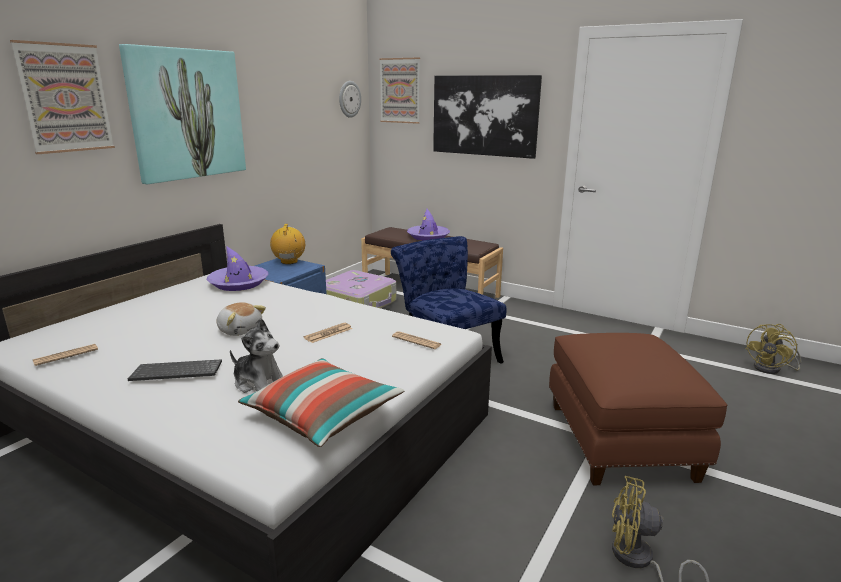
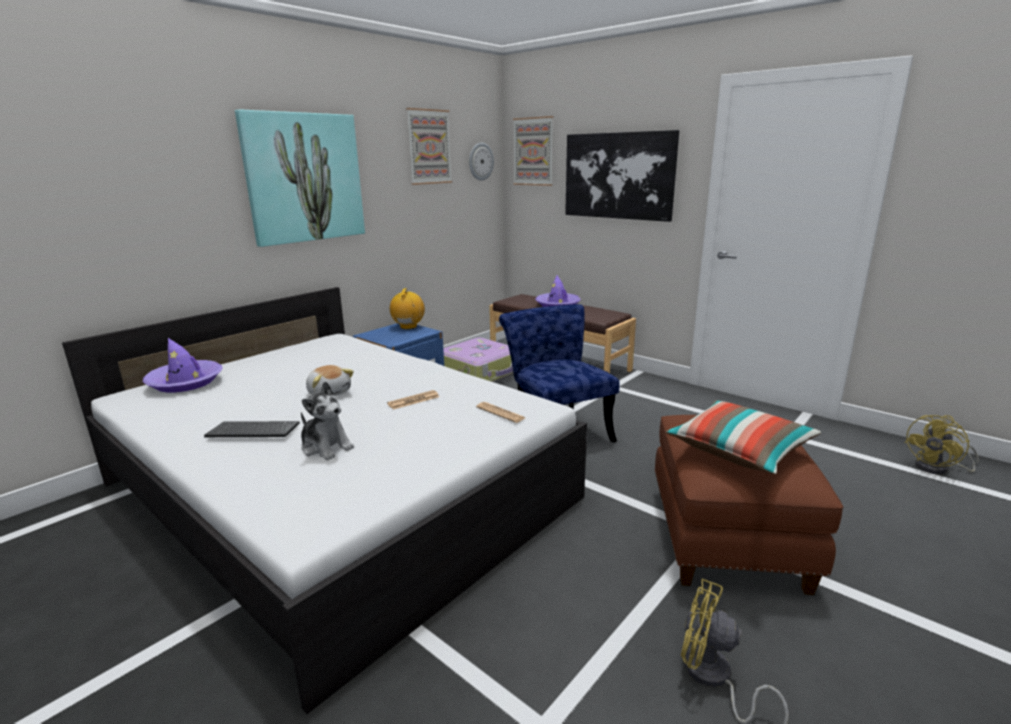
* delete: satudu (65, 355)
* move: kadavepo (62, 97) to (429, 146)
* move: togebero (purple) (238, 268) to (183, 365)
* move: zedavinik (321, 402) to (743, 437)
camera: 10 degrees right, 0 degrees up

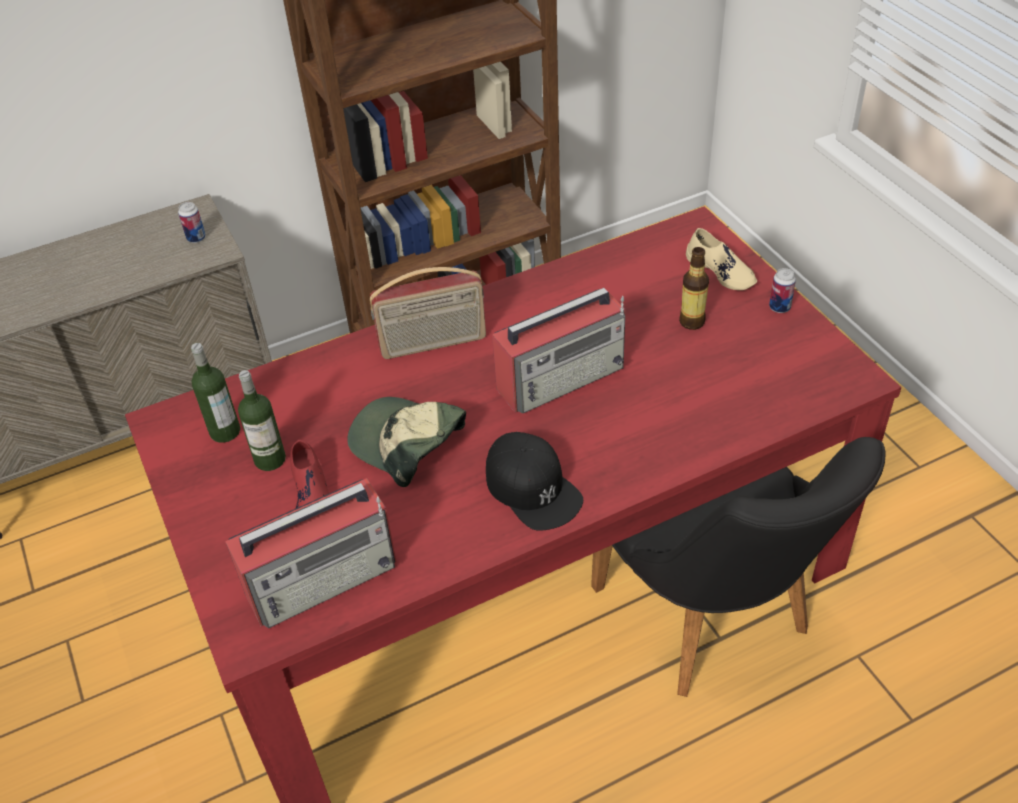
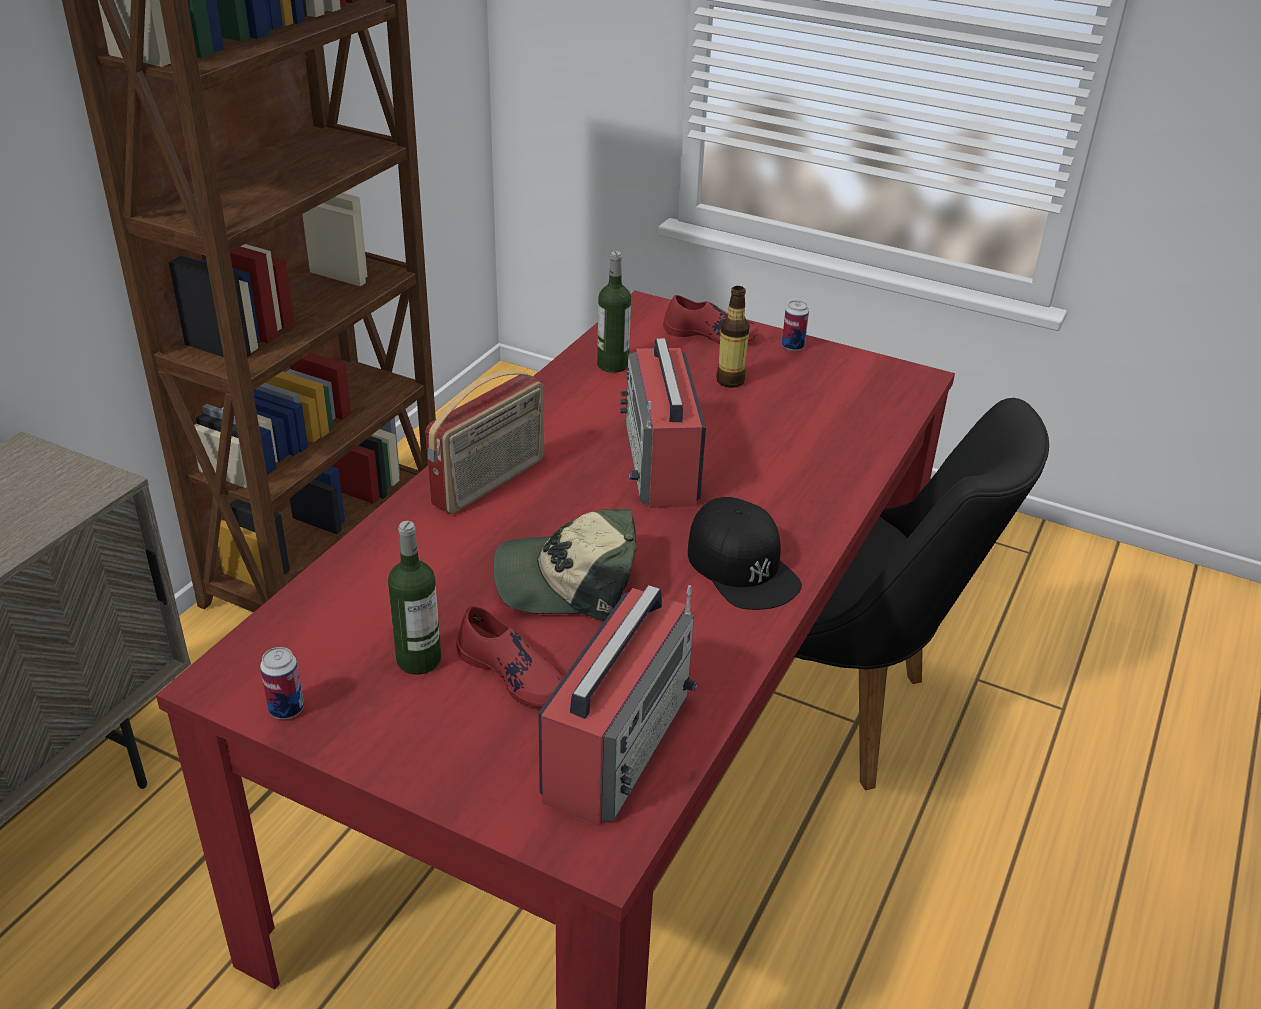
* move: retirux (192, 222) to (282, 683)
* move: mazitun (215, 393) to (614, 312)
* recolor: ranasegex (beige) (721, 259) to ranasegex (red) (711, 319)
* rotate: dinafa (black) (534, 481) = (745, 553) 45 degrees clockwise
* rotate: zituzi (558, 350) = (663, 423) 150 degrees clockwise
camera: 40 degrees left, 10 degrees down

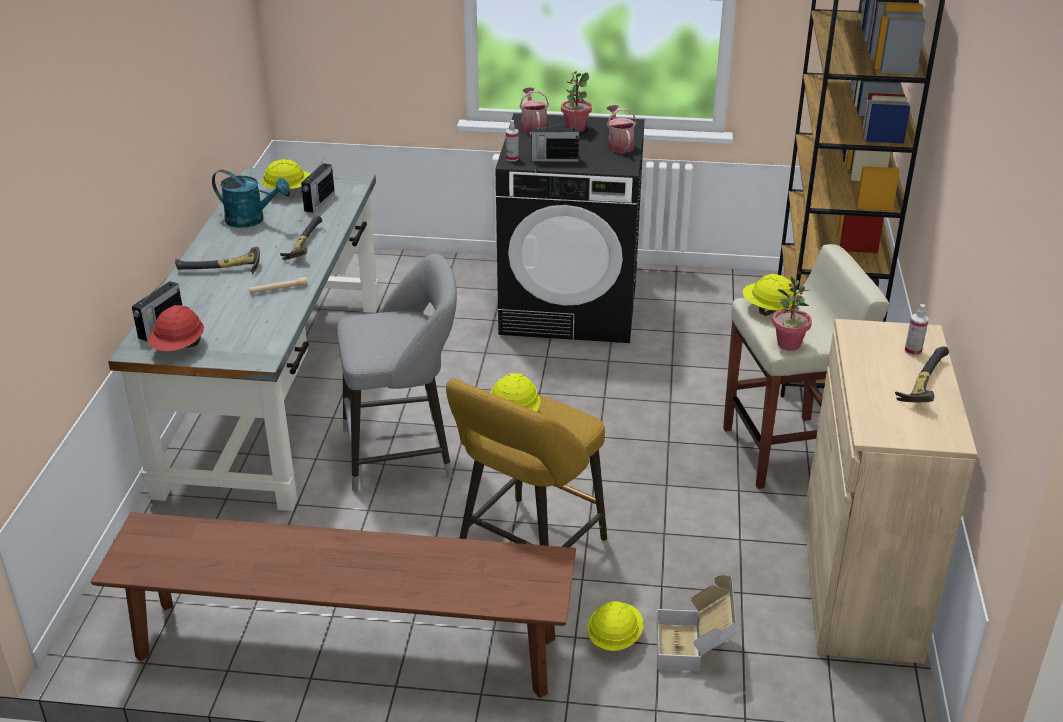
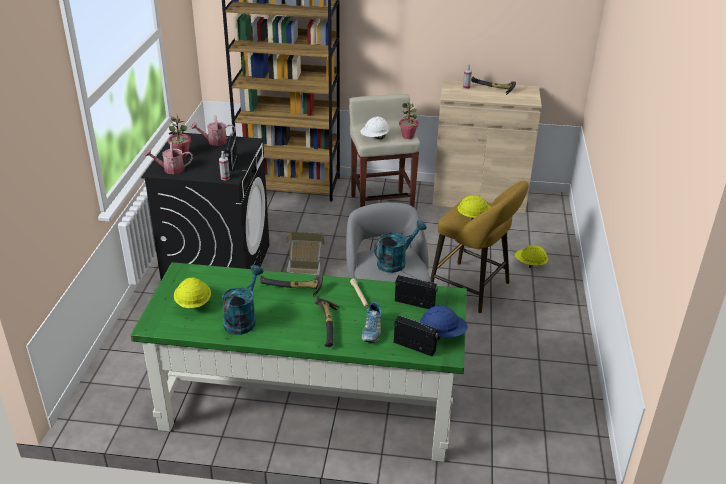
* delete: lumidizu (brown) (333, 605)
* insert: ranasegex (371, 322)
* insert: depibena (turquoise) (400, 246)
* move: zituzi (318, 186) to (416, 291)
* move: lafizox (696, 623) to (305, 253)
* recolor: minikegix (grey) (243, 339) to minikegix (green) (299, 362)
* recolor: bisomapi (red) (176, 328) to bisomapi (blue) (444, 323)
* recolor: bisomapi (yellow) (770, 295) to bisomapi (white) (375, 128)
camera: 90 degrees left, 0 degrees up

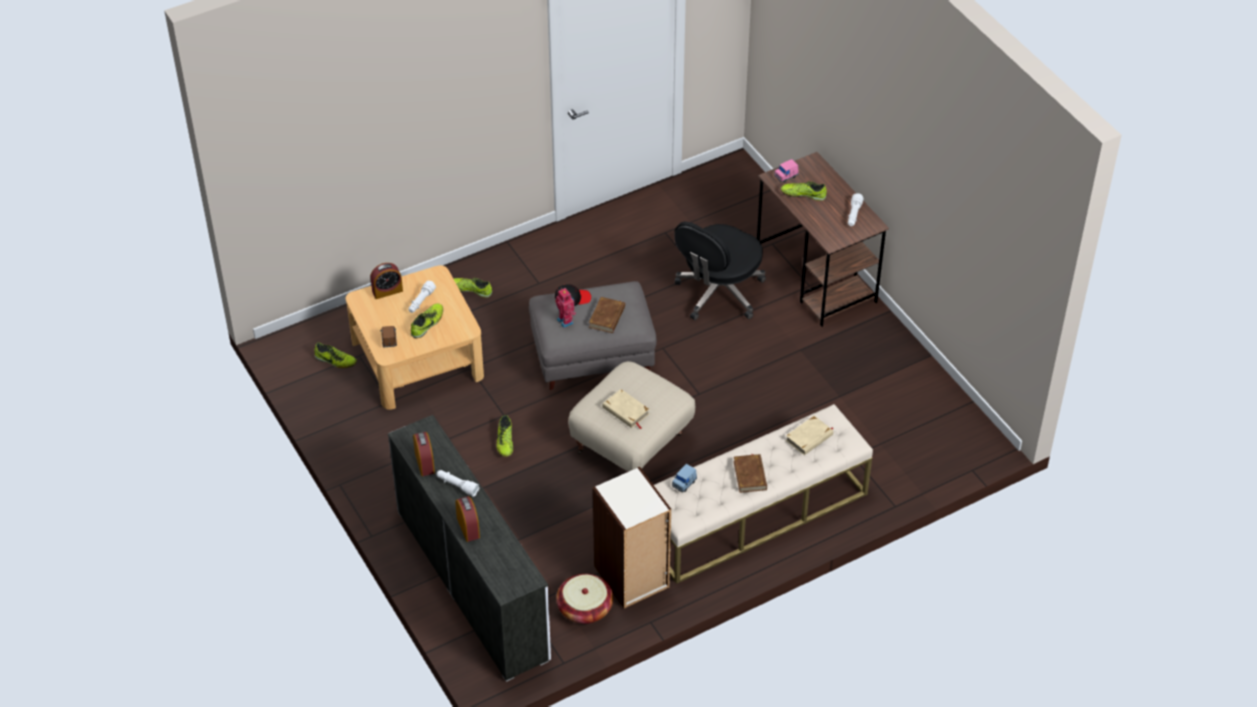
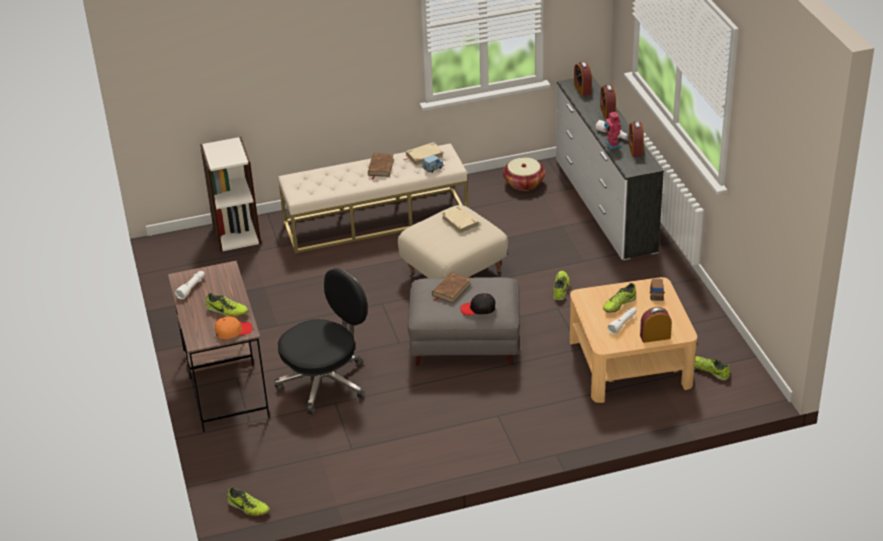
* insert: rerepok (583, 79)
* move: ranasegex (473, 288) to (248, 501)
* move: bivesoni (566, 308) to (612, 130)
* move: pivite (632, 538) to (230, 194)
* move: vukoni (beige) (809, 435) to (423, 154)
* replace: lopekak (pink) (786, 171) to dinafa (orange) (233, 327)
camera: 165 degrees left, 10 degrees down

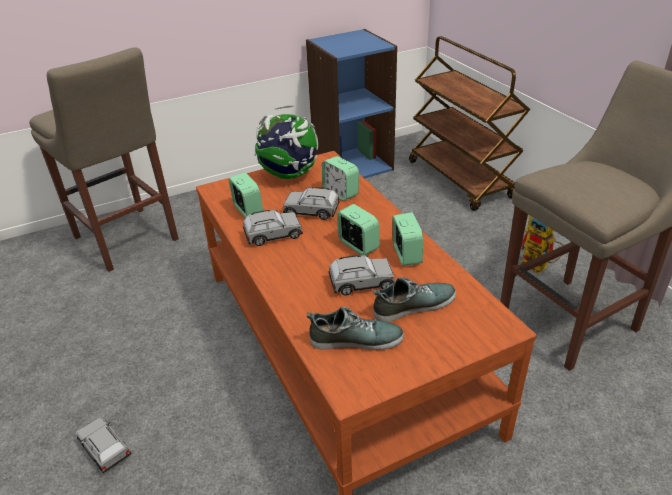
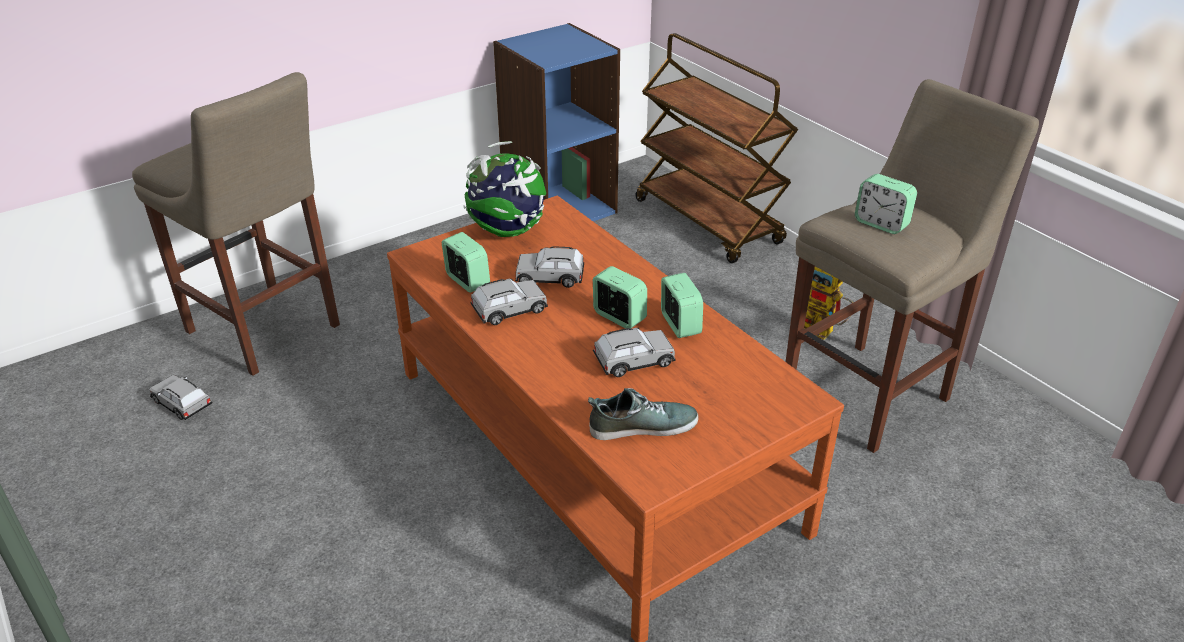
* delete: ranasegex (414, 299)
* move: lopekak (grey) (103, 445) to (180, 397)
* move: rerepok (340, 178) to (886, 204)
camera: 10 degrees left, 0 degrees up

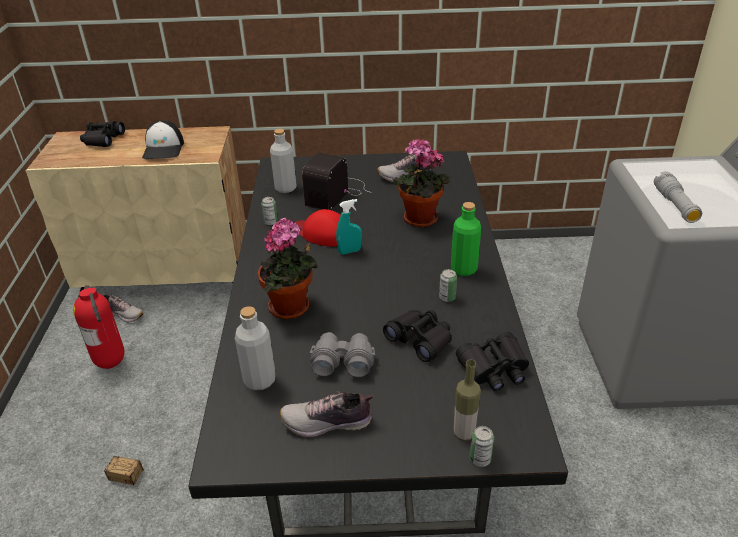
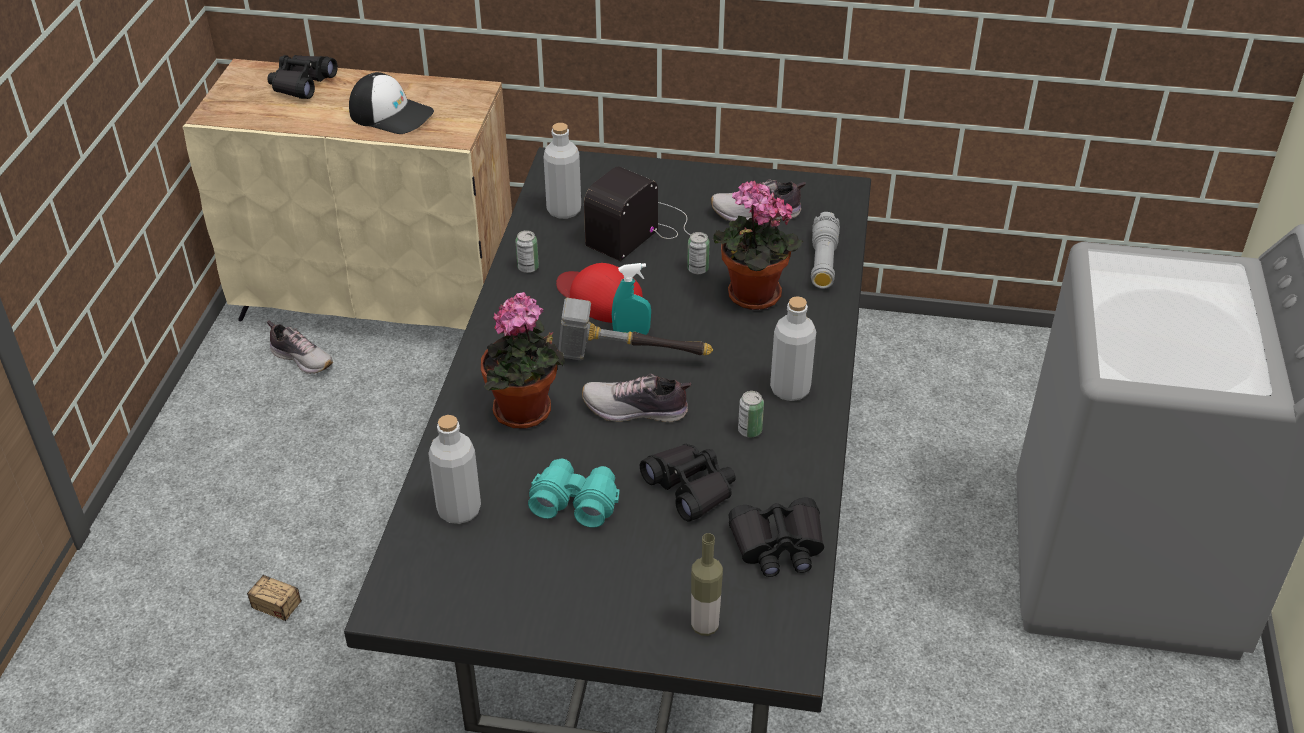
* delete: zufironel (99, 327)
* insert: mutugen (635, 329)
* move: ranasegex (326, 414) to (636, 398)
* move: retirux (482, 446) to (698, 253)
* move: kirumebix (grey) (678, 197) to (825, 250)
* recolor: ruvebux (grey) (342, 354) to ruvebux (turquoise) (574, 493)
* recolor: mazitun (green) (466, 239) to mazitun (grey) (793, 348)
* rotate: dinafa (163, 139) = (391, 103) 75 degrees counterclockwise
camera: 10 degrees right, 5 degrees up

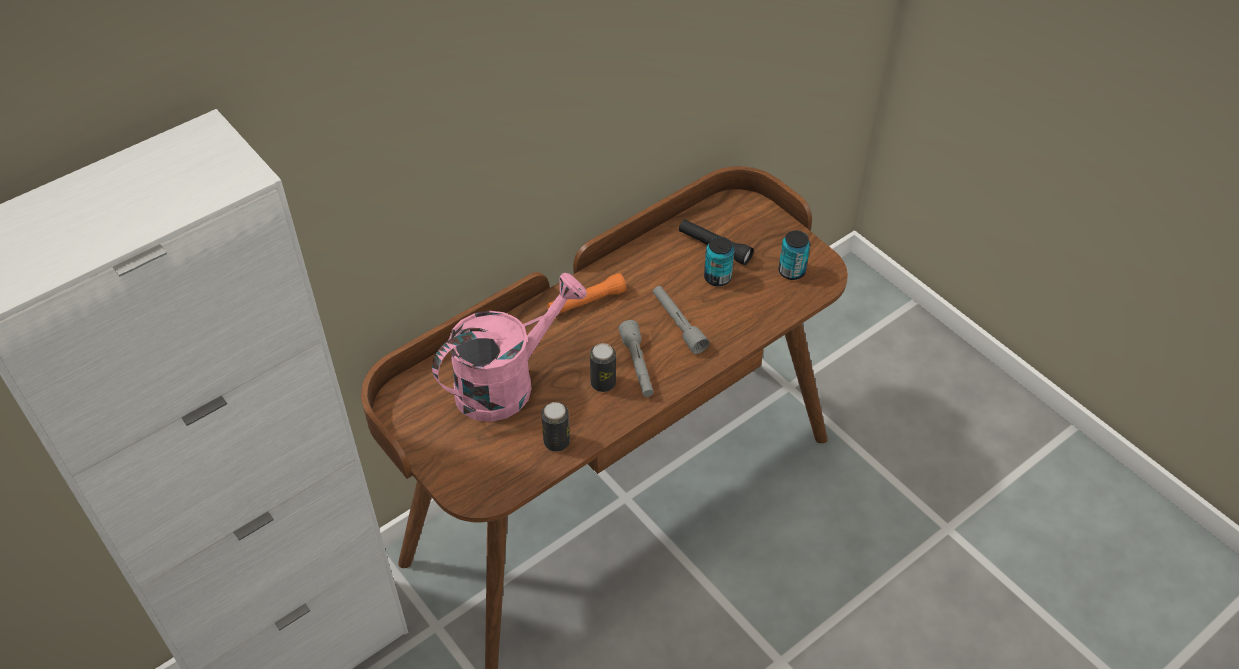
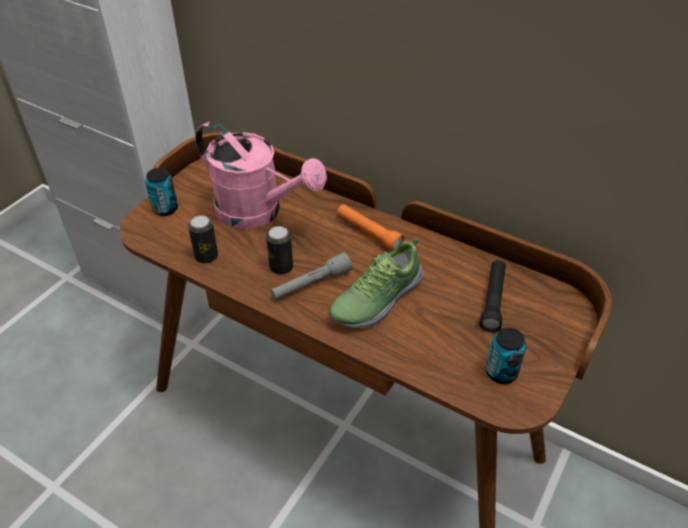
* move: retirux (719, 261) to (161, 192)
* replace: kirumebix (grey) (681, 320) to ranasegex (376, 283)
camera: 70 degrees right, 5 degrees down

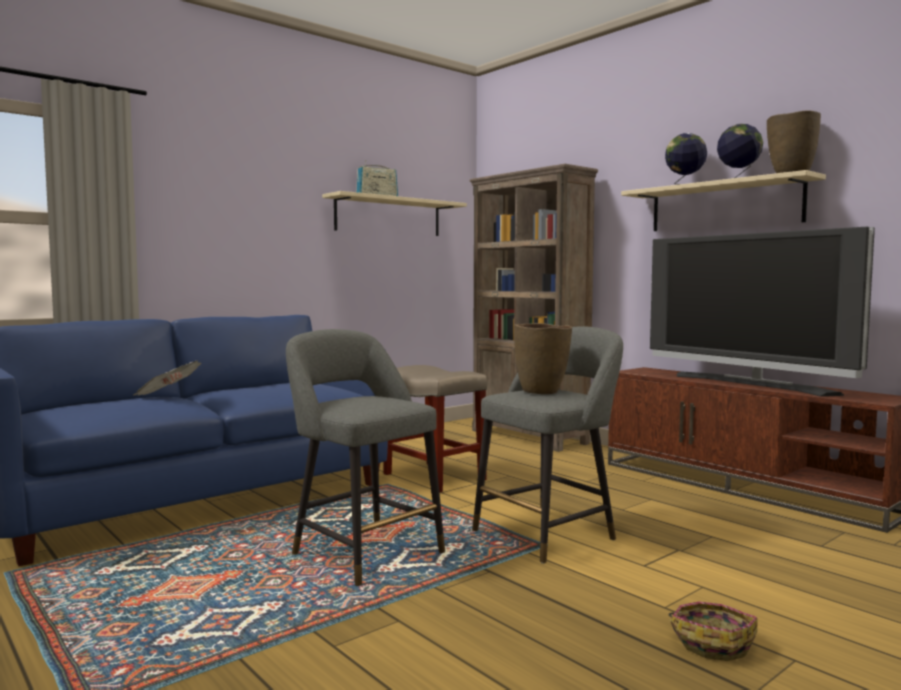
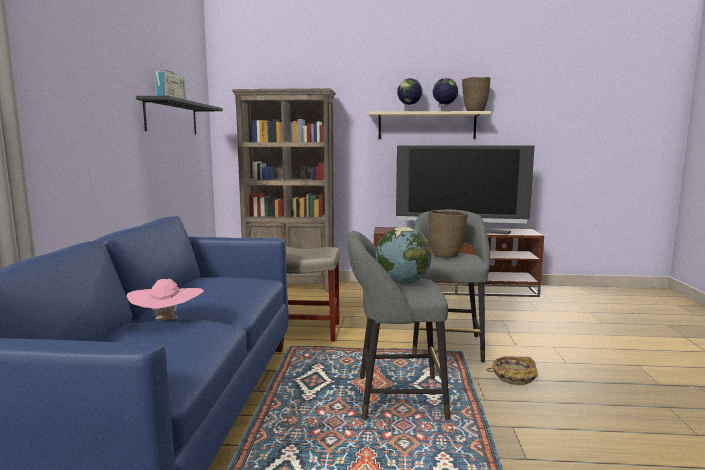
* insert: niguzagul (404, 255)
* move: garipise (713, 631) to (512, 370)
* replace: satudu (167, 378) to togebero (pink) (165, 299)
* recolor: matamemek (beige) (394, 213) to matamemek (black) (179, 115)
camera: 45 degrees left, 5 degrees up

